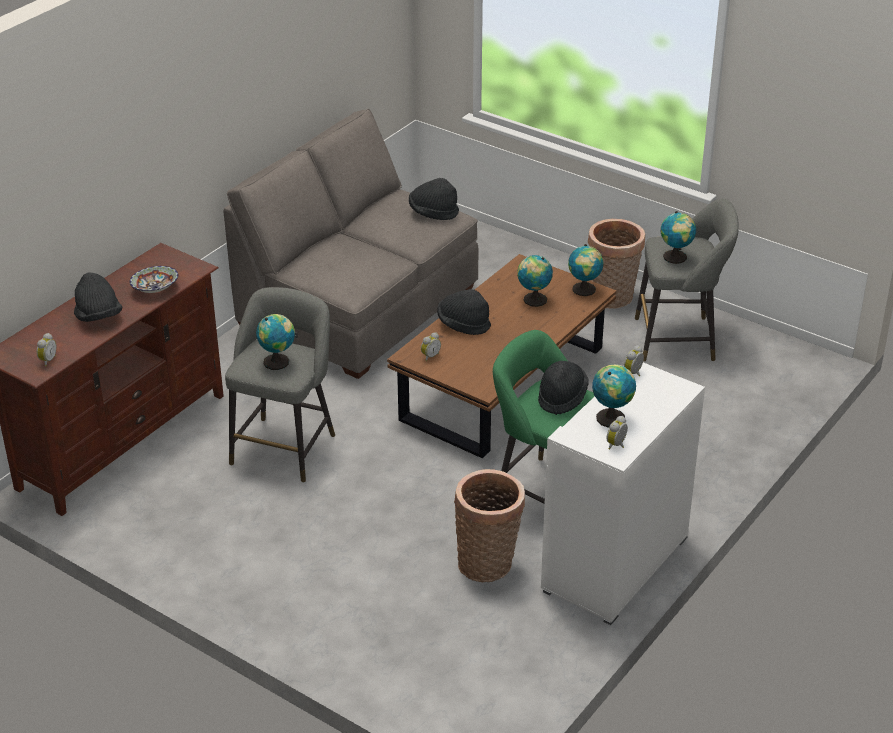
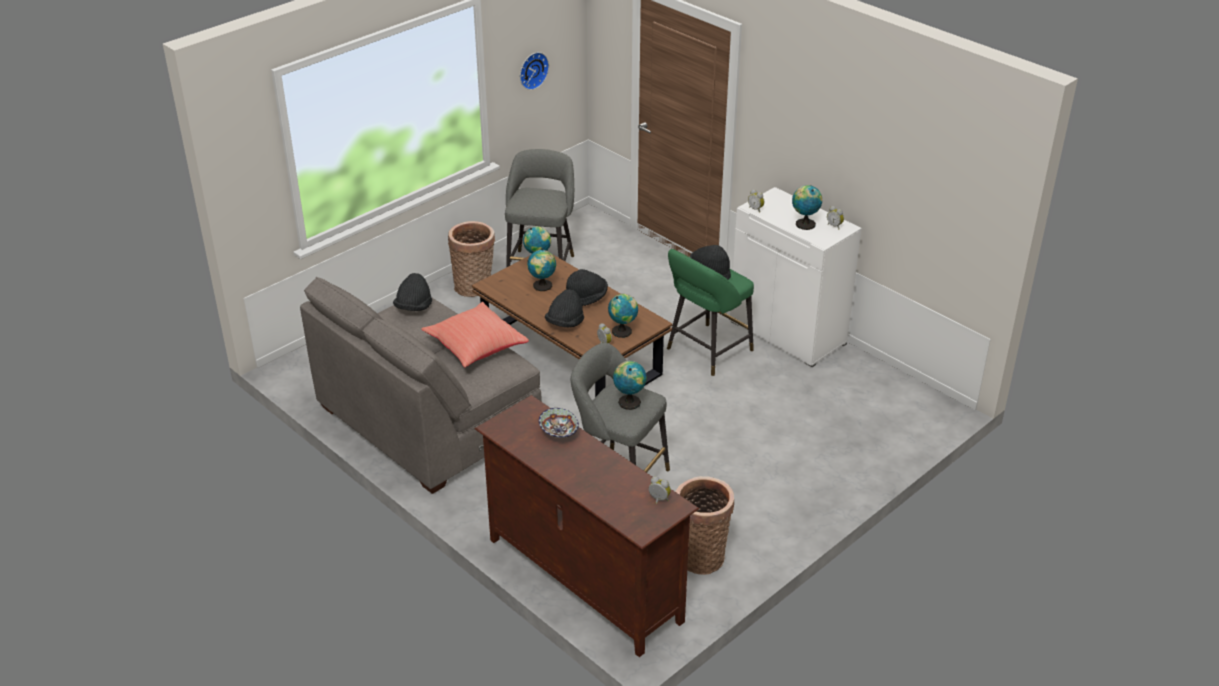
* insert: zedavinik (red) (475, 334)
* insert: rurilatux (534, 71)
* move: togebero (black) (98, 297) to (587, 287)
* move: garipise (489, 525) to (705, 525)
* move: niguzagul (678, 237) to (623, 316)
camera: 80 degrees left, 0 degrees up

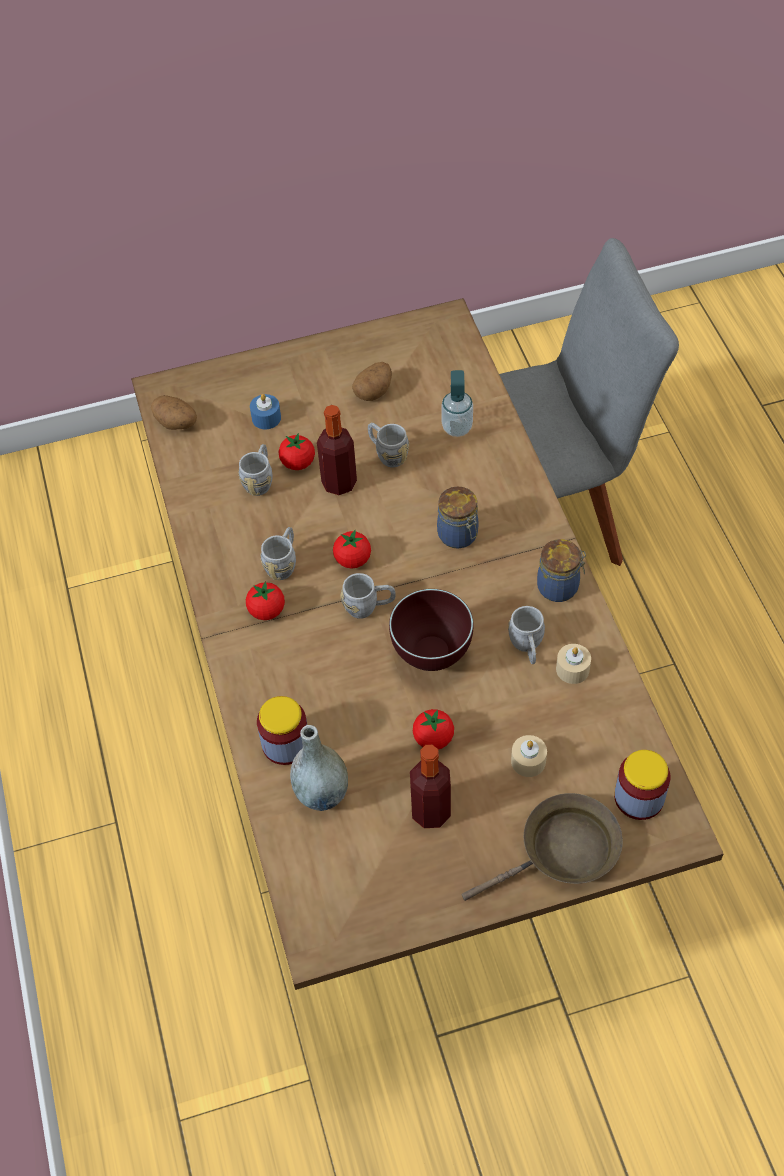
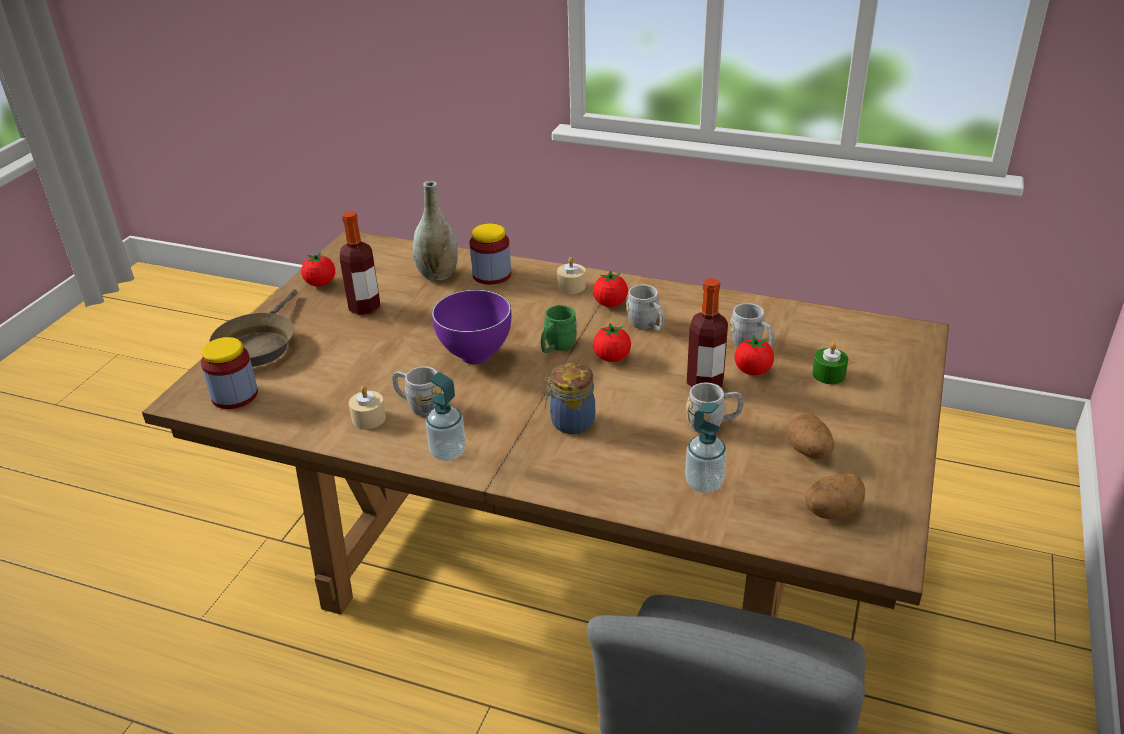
* move: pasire (174, 412) to (835, 496)
* move: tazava (433, 729) to (318, 269)
* move: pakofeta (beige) (529, 756) to (571, 275)
* replace: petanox (561, 570) to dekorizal (446, 416)
* recolor: pakofeta (blue) (265, 412) to pakofeta (green) (830, 363)
* recolor: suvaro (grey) (368, 596) to suvaro (green) (559, 329)
* recolor: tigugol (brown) (431, 630) to tigugol (purple) (471, 327)
camera: 125 degrees right, 20 degrees down

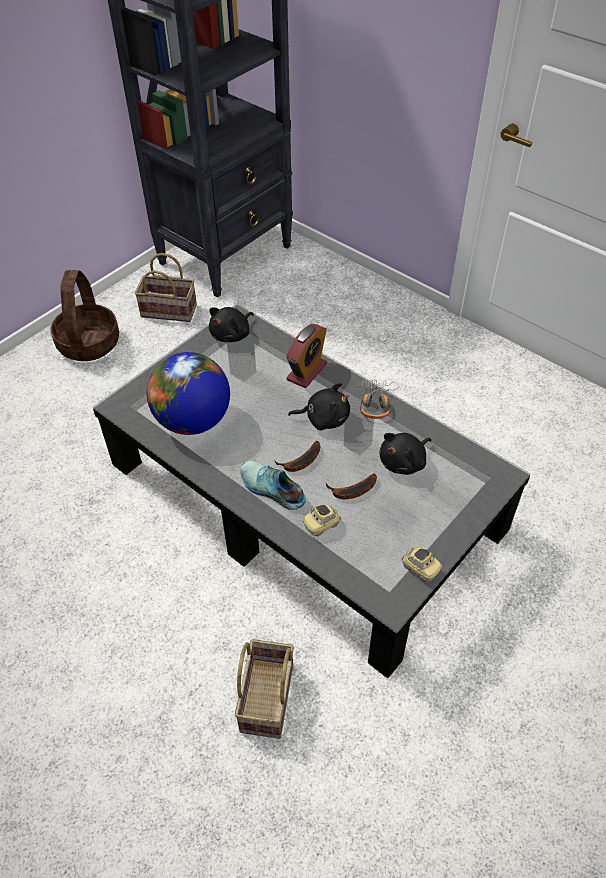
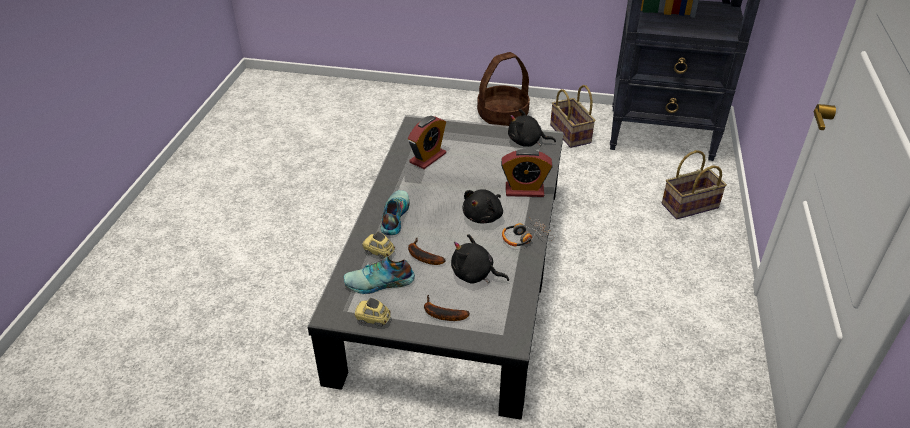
* insert: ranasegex (379, 275)
* move: garipise (264, 689) to (694, 184)
* move: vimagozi (297, 456) to (447, 308)
* replace: niguzagul (188, 393) to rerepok (427, 142)
* rotate: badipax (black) (319, 406) = (482, 206) 60 degrees clockwise
* rotate: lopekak (421, 564) = (372, 312) 90 degrees clockwise
camera: 60 degrees right, 10 degrees down

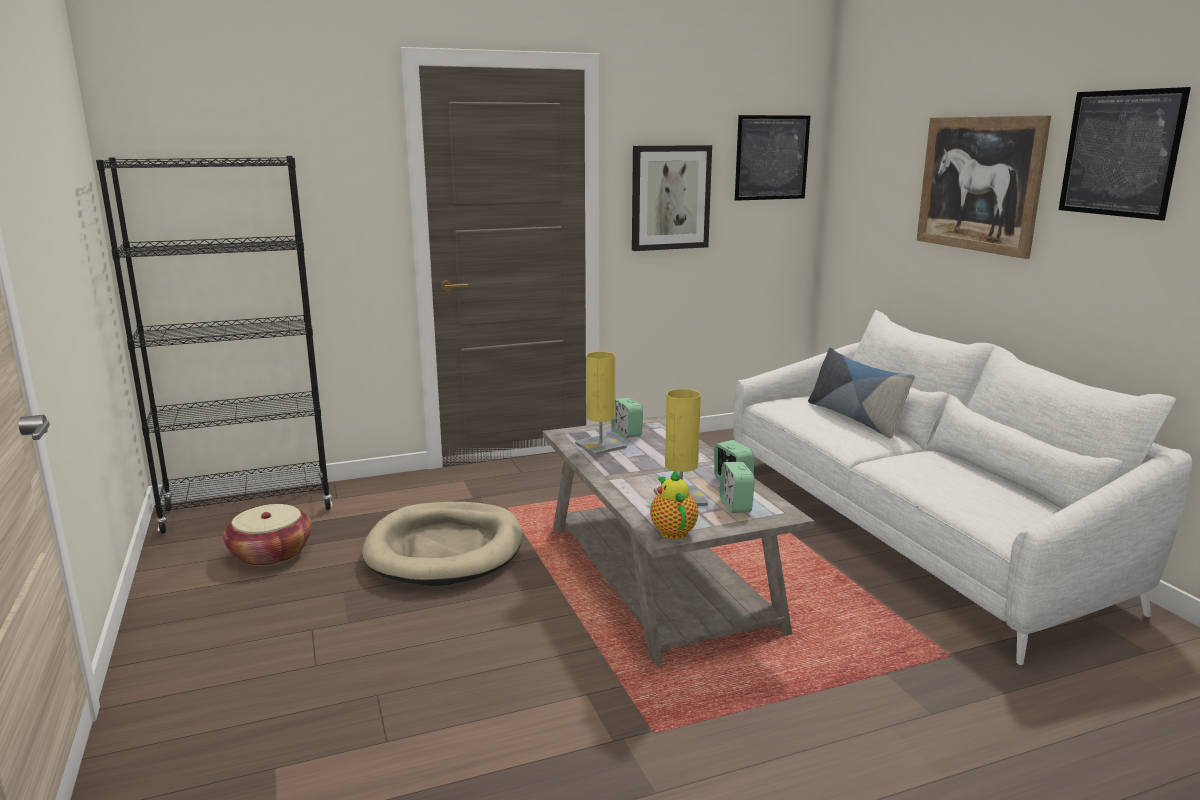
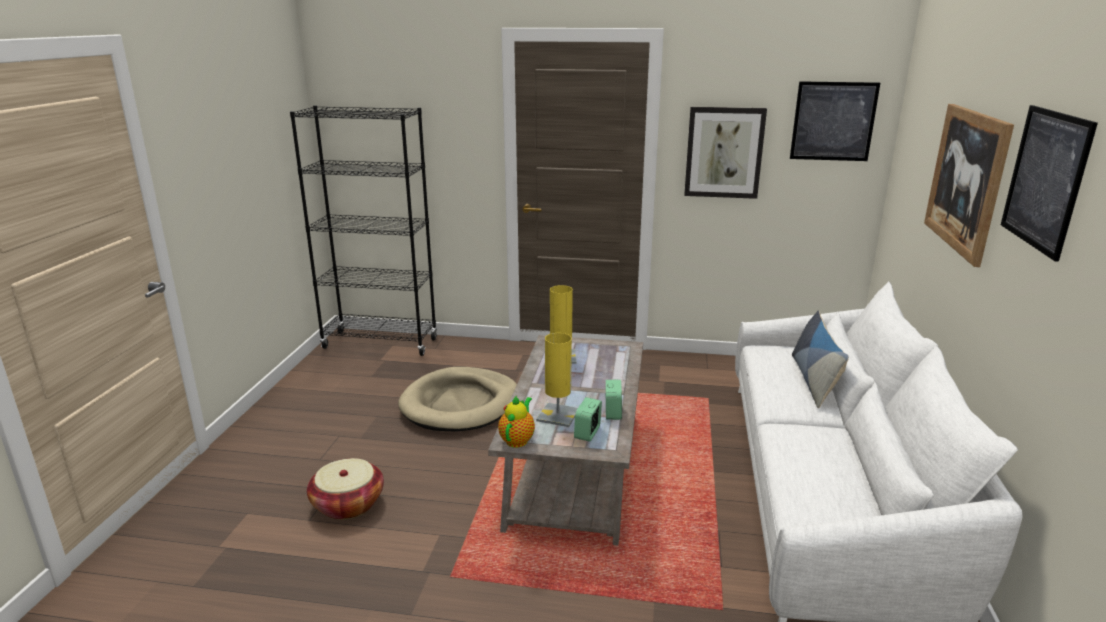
* delete: rerepok (627, 418)
* move: garipise (267, 535) to (345, 489)
camera: 30 degrees right, 5 degrees up

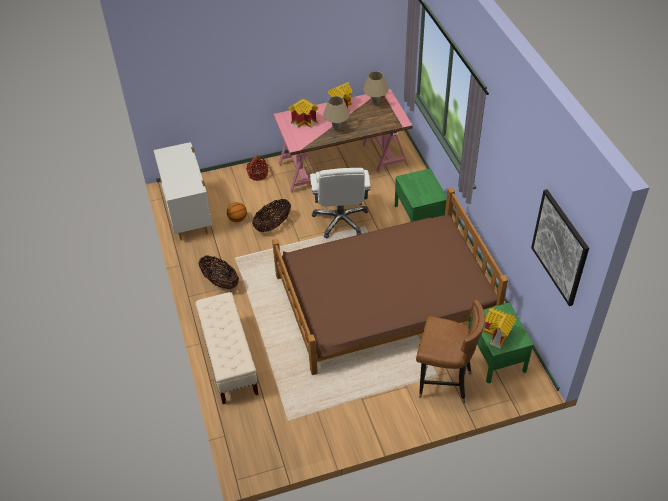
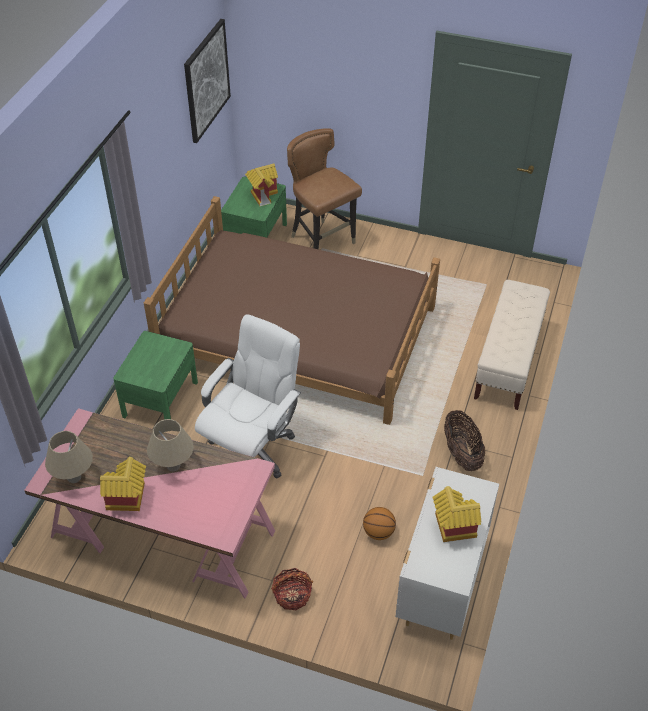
* delete: garipise (271, 215)
* move: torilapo (303, 113) to (457, 514)
camera: 145 degrees left, 0 degrees up

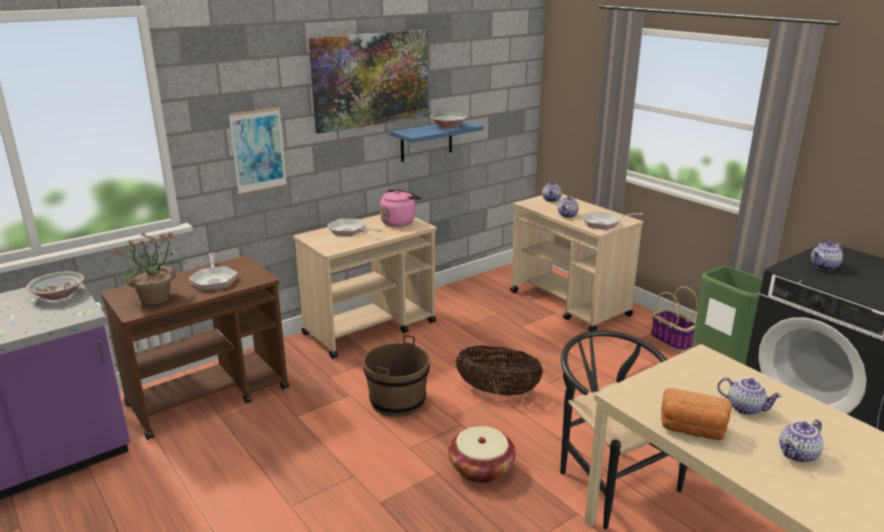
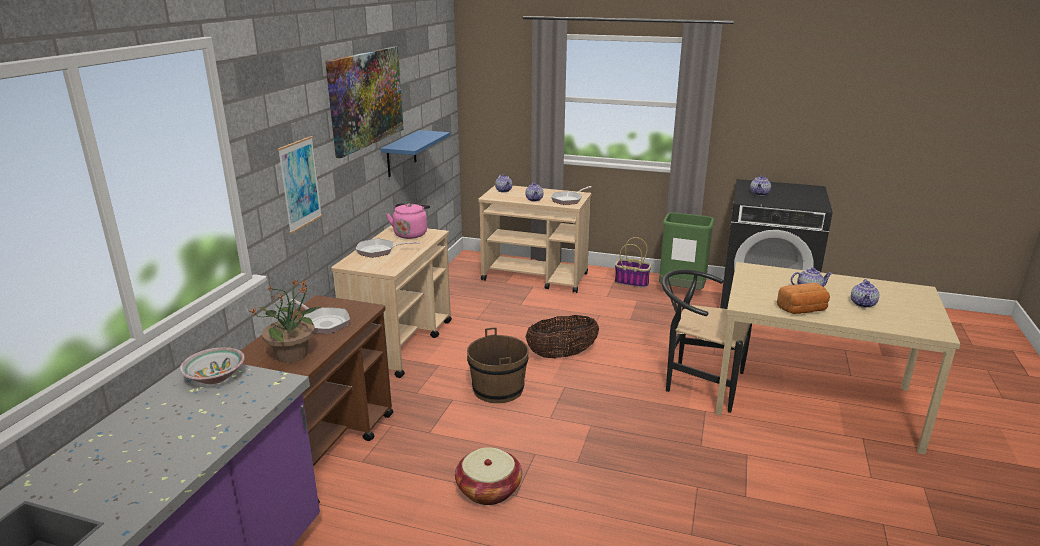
* delete: tigugol (449, 121)
* move: garipise (482, 454) to (488, 476)
camera: 35 degrees left, 0 degrees up

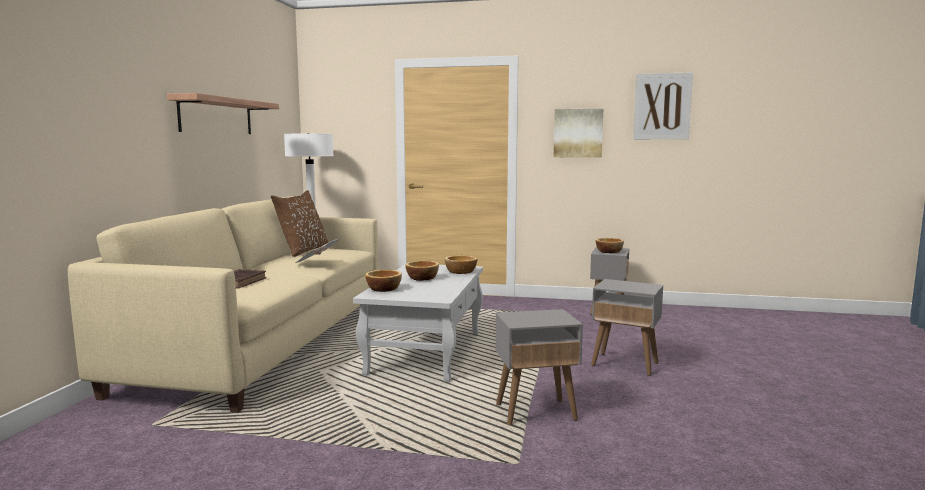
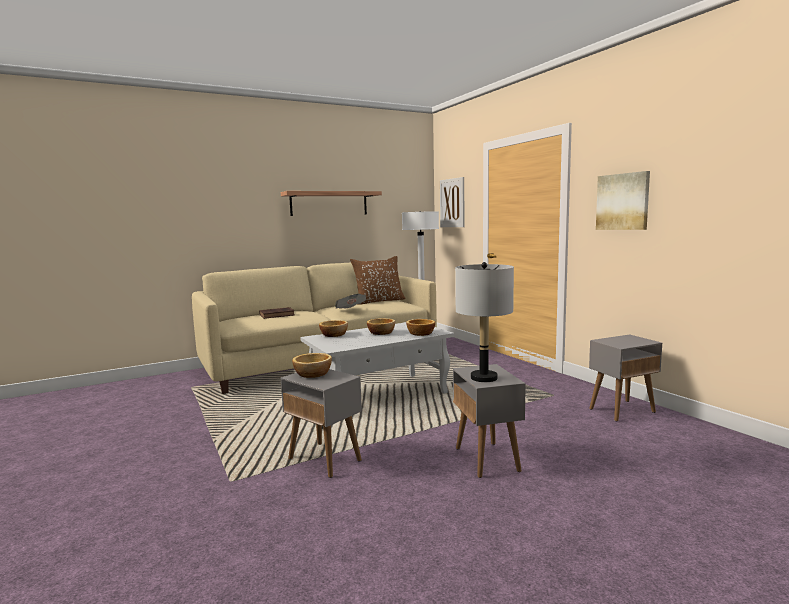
* insert: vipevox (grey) (484, 322)
* move: tigugol (610, 245) to (312, 365)
* move: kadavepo (663, 106) to (452, 202)
camera: 50 degrees right, 0 degrees up

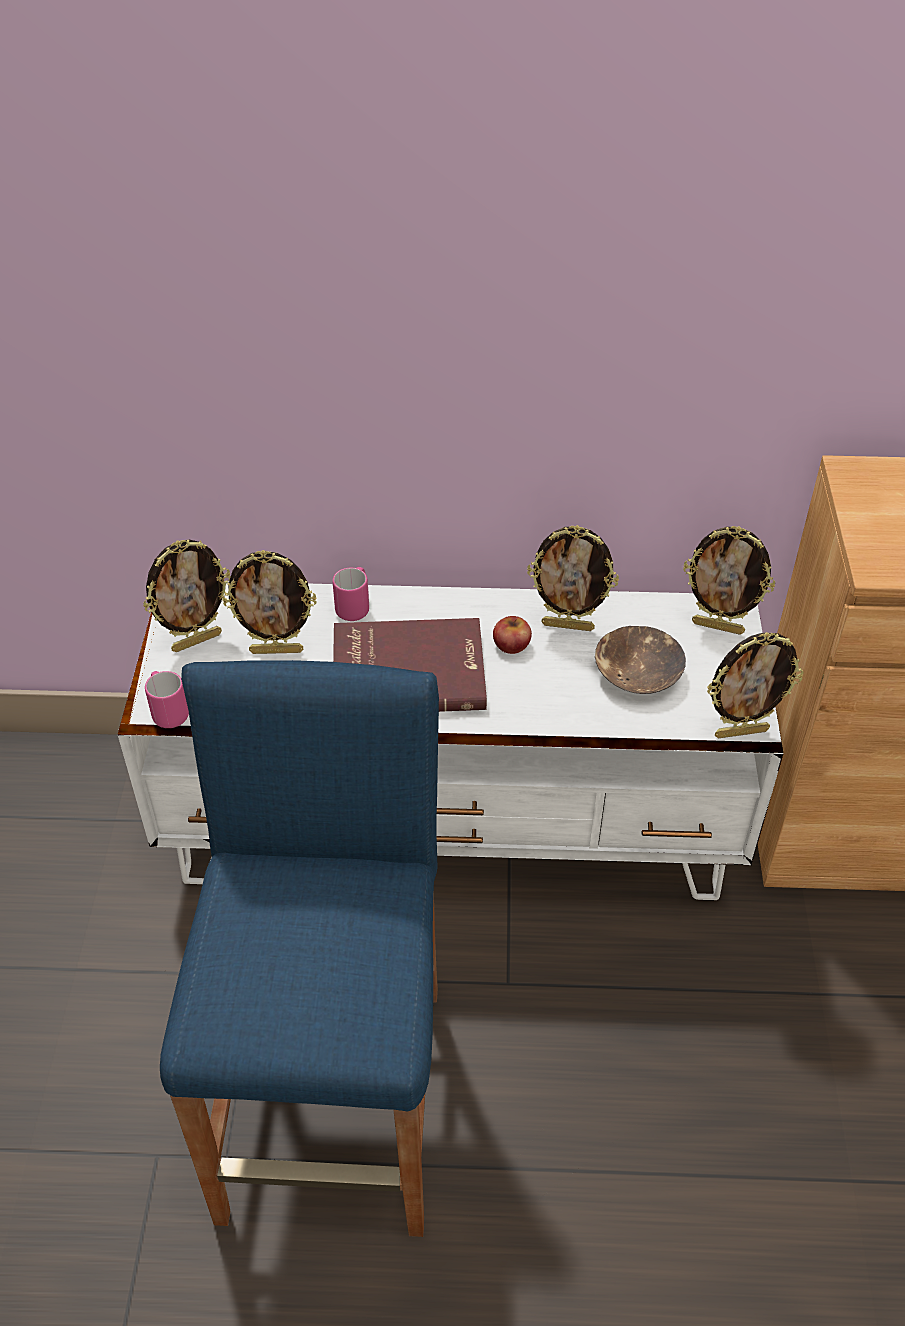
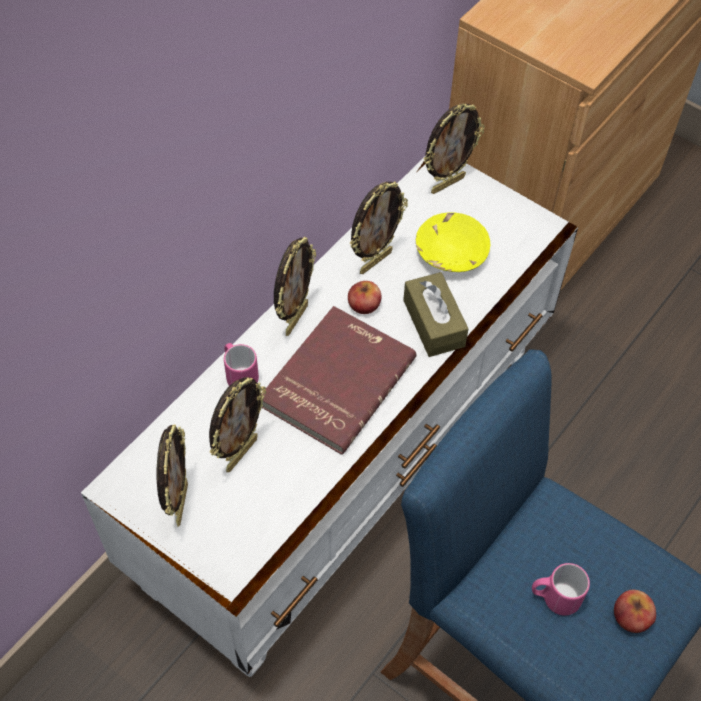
* insert: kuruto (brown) (435, 314)
* insert: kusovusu (635, 611)
* move: suvaro (pink) (167, 699) to (561, 589)
* move: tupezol (755, 685) to (295, 286)
* recolor: tigugol (brown) (640, 660) to tigugol (yellow) (453, 242)
camera: 55 degrees left, 10 degrees up

